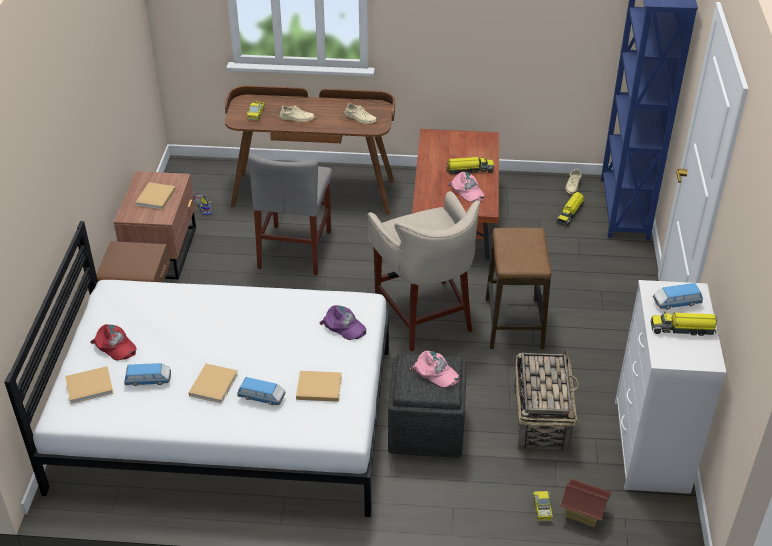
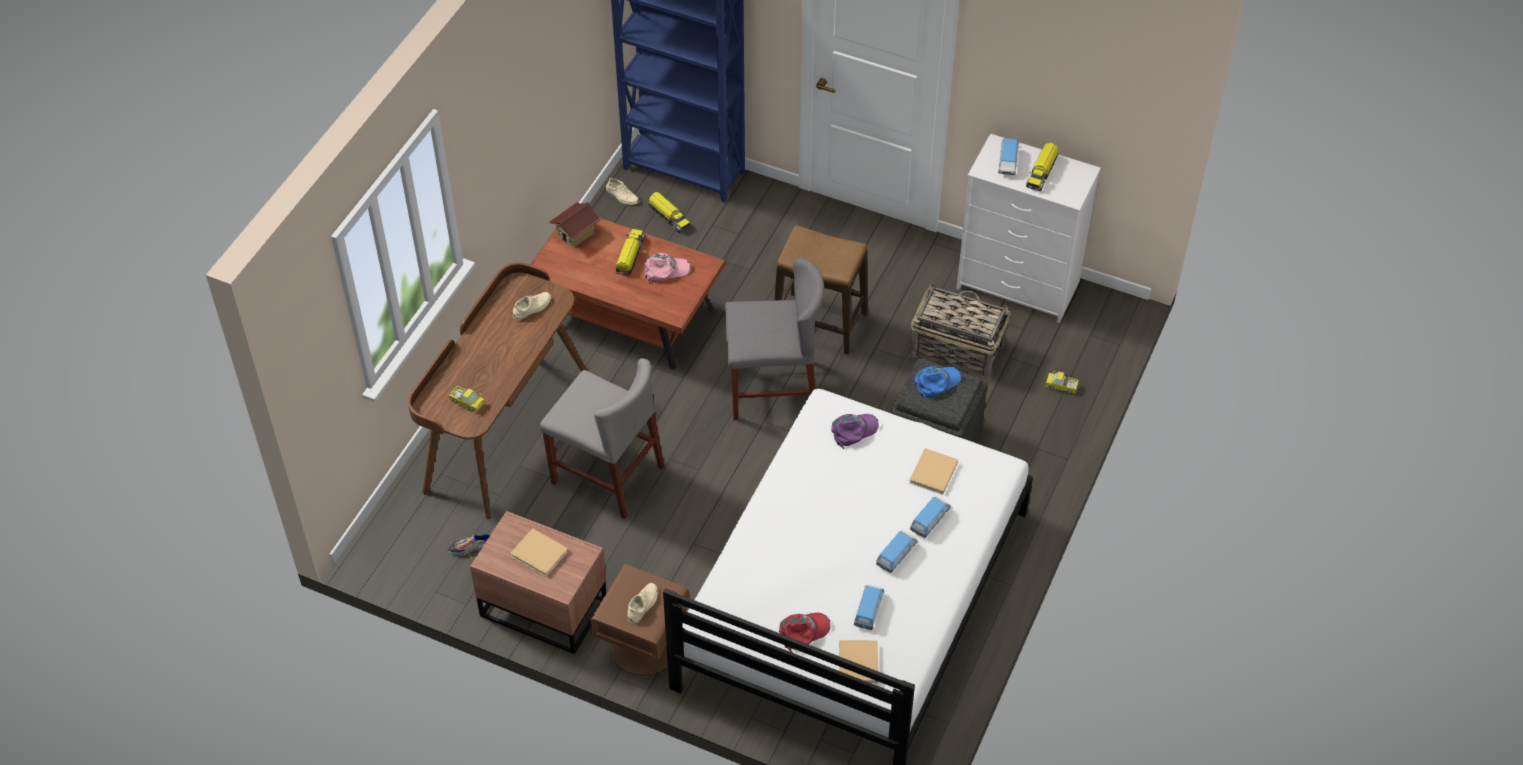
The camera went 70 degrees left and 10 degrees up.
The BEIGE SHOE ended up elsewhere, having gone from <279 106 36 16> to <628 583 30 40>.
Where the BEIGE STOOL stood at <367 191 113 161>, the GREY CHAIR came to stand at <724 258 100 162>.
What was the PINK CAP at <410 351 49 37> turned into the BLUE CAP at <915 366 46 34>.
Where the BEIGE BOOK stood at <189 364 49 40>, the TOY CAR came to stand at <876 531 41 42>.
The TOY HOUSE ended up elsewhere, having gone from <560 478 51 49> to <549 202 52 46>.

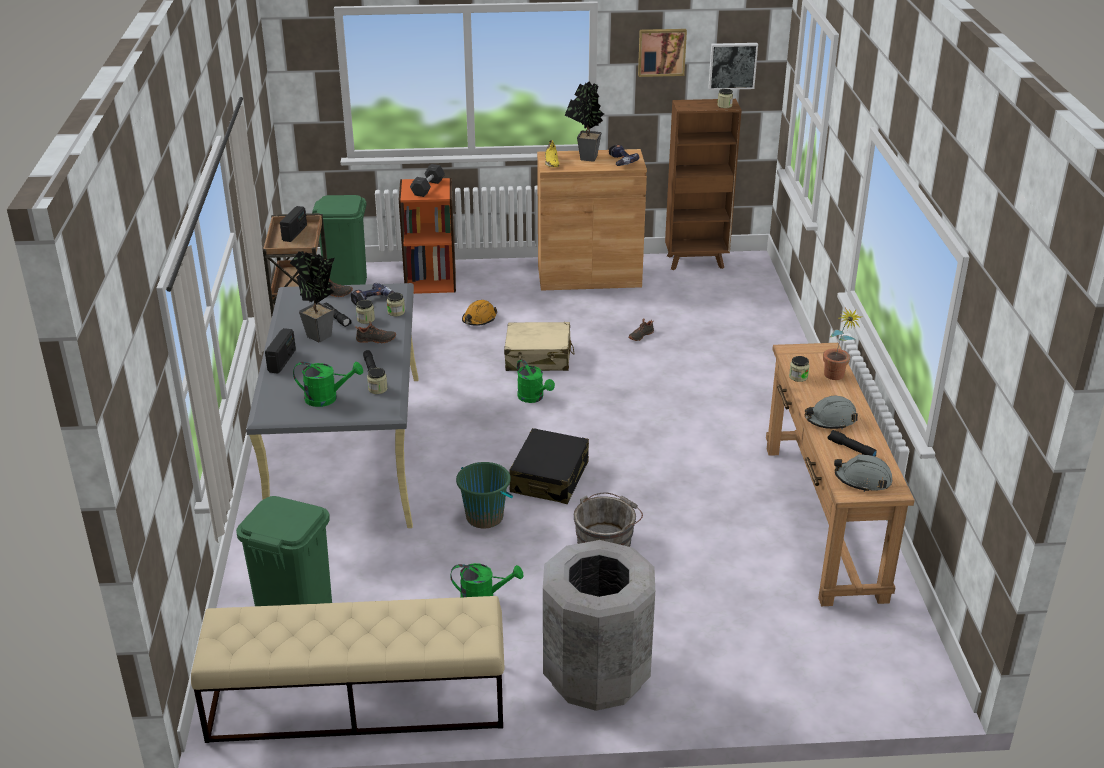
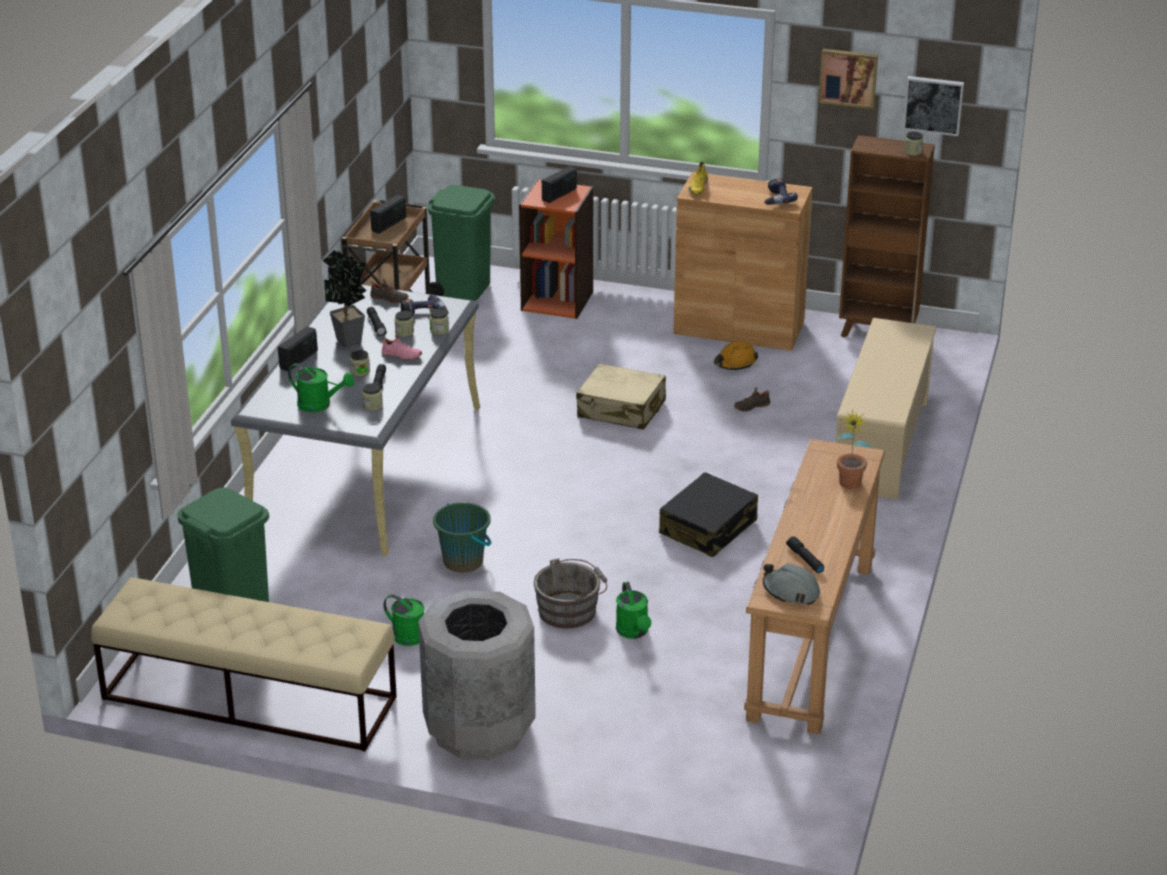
The camera went 20 degrees right and 0 degrees up.
The second view lost the POTTED PLANT at <565 82 39 80>.
Where the GREY DUMBBELL stood at <410 164 35 33>, the RADIO came to stand at <542 166 35 37>.
The ORANGE HARD HAT ended up elsewhere, having gone from <462 300 35 26> to <714 341 44 29>.
What was the BLACK SHOE at <355 321 41 22> turned into the PINK SHOE at <382 335 40 25>.
The JAR ended up elsewhere, having gone from <789 356 21 26> to <350 350 20 27>.
The GREEN WATERING CAN ended up elsewhere, having gone from <517 360 38 43> to <616 582 35 57>.
The second view lost the GREY HARD HAT at <805 396 53 34>.
The BLACK SUITCASE ended up elsewhere, having gone from <509 428 80 76> to <659 472 99 85>.
The second view gained the BEIGE SHOE RACK at <836 318 101 182>.

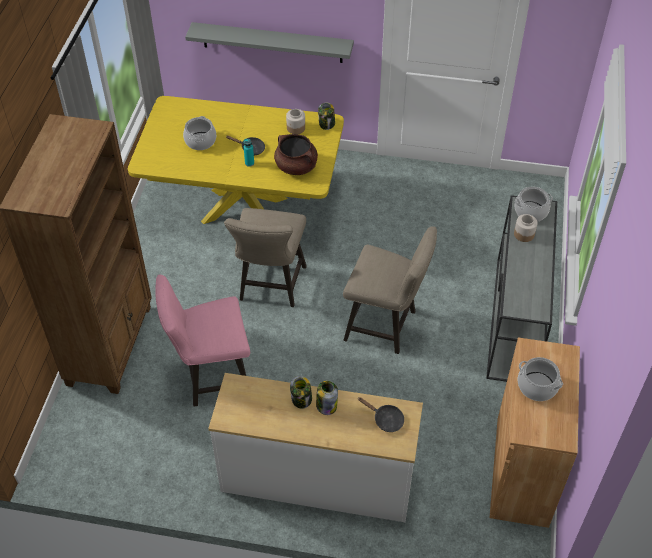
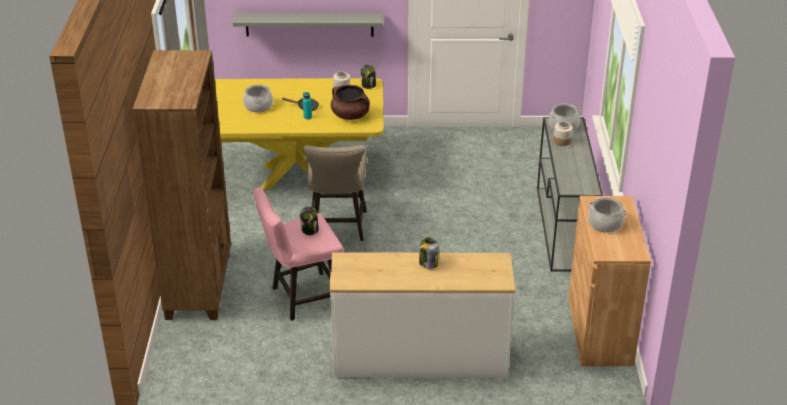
The camera went 10 degrees left and 15 degrees down.
The second view lost the BEIGE STOOL at <343 226 94 128>.
The JAR ended up elsewhere, having gone from <290 376 22 33> to <300 207 19 28>.
The second view lost the BLACK FRYING PAN at <358 397 46 35>.

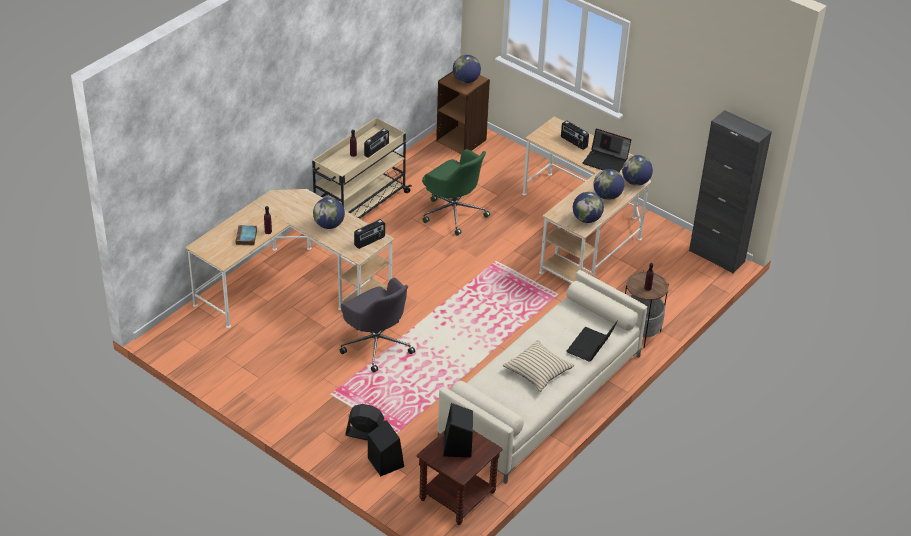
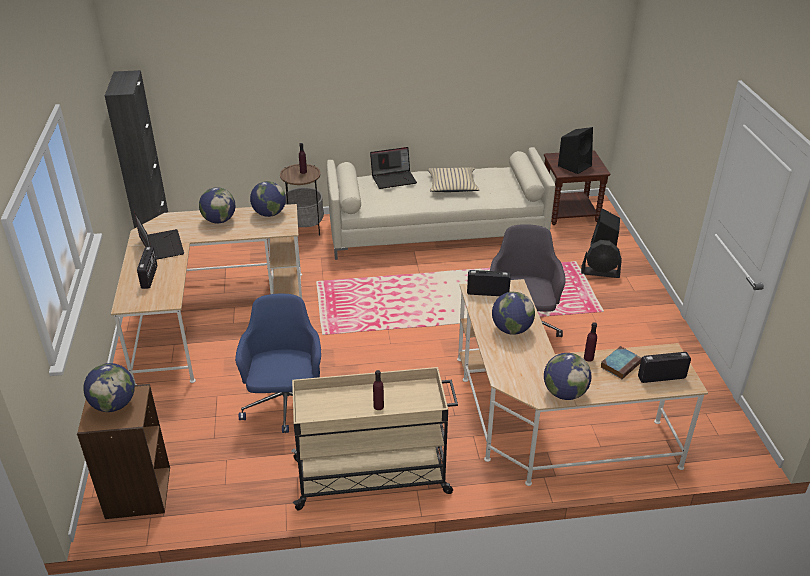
The camera went 135 degrees left and 5 degrees down.
The RADIO ended up elsewhere, having gone from <364 128 25 29> to <638 352 53 31>.
What was the GREEN OFFICE CHAIR at <422 149 68 87> turned into the BLUE OFFICE CHAIR at <235 294 86 139>.
The GLOBE ended up elsewhere, having gone from <622 155 31 31> to <544 353 47 47>.
The BLACK FAN at <345 404 40 36> ended up facing another way, 45 degrees counterclockwise from before.

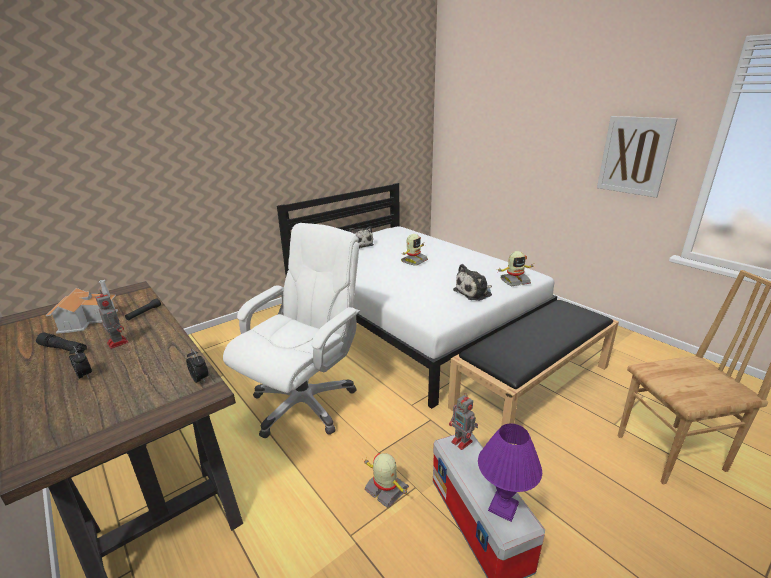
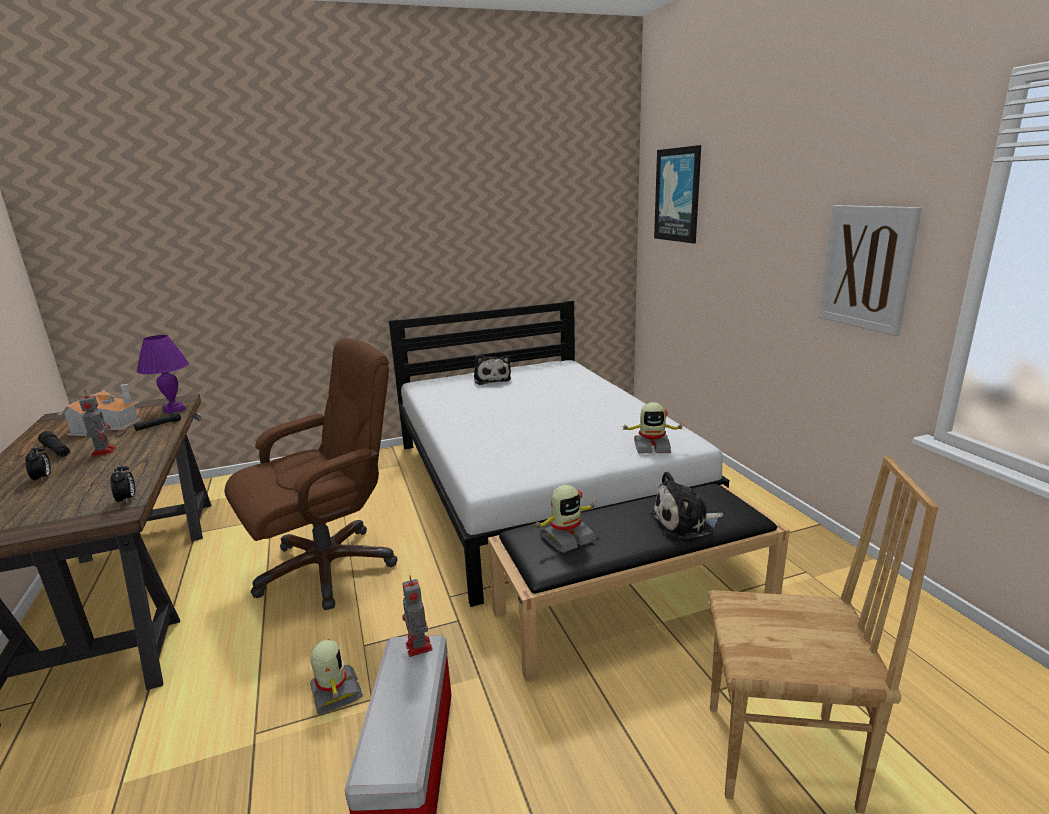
The camera went 20 degrees right and 5 degrees down.
What was the WHITE OFFICE CHAIR at <223 223 137 216> turned into the BROWN OFFICE CHAIR at <224 338 173 272>.
The TOY ROBOT ended up elsewhere, having gone from <401 234 27 31> to <532 485 66 68>.
The PLUSH TOY ended up elsewhere, having gone from <453 264 39 37> to <651 471 72 68>.
The PURPLE TABLE LAMP ended up elsewhere, having gone from <478 423 64 99> to <137 335 52 79>.
The second view gained the PICTURE at <654 145 47 98>.

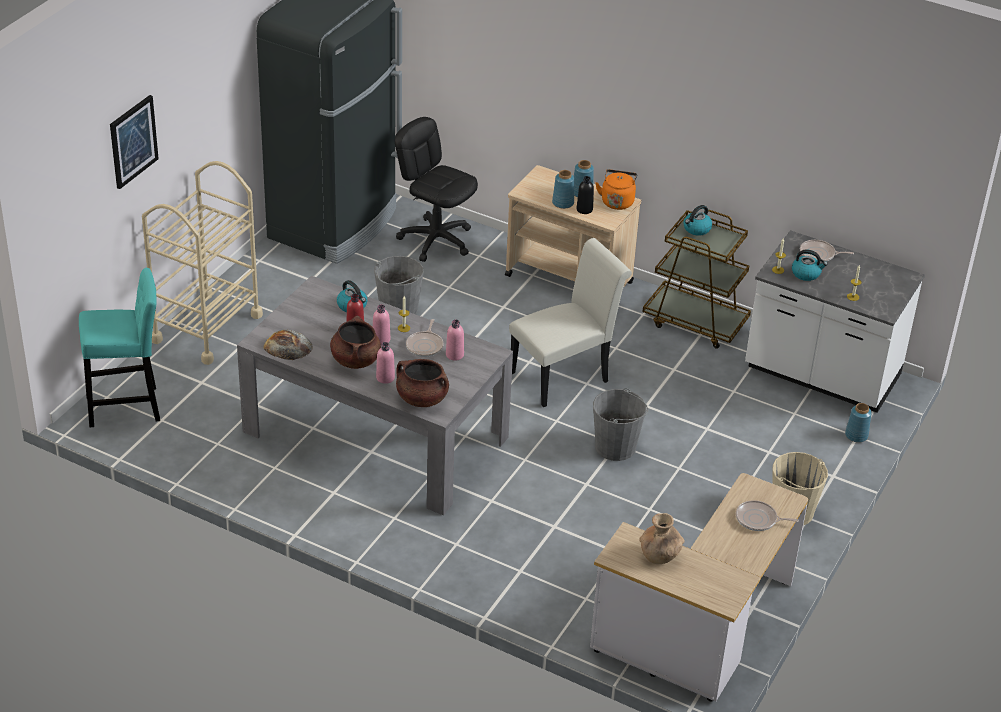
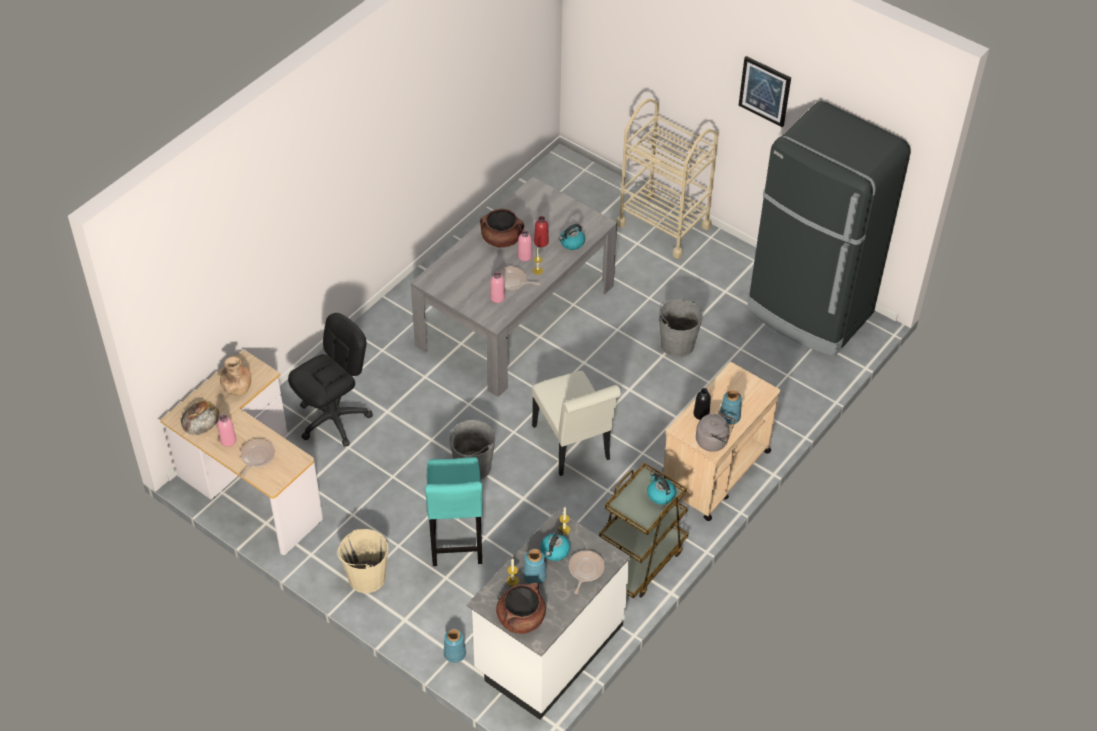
The camera went 100 degrees right and 10 degrees up.
The PICTURE ended up elsewhere, having gone from <110 95 49 94> to <738 56 53 71>.
The BLACK OFFICE CHAIR ended up elsewhere, having gone from <395 117 83 145> to <288 313 85 134>.
What was the ORANGE KETTLE at <595 169 43 41> turned into the GREY KETTLE at <696 411 39 41>.
The BLUE VASE ended up elsewhere, having gone from <552 170 22 39> to <523 549 24 36>.
The TURQUOISE STOOL ended up elsewhere, having gone from <79 267 81 161> to <425 457 58 109>.
The BREAD ended up elsewhere, having gone from <264 330 49 30> to <181 401 38 34>.
The PINK BOTTLE ended up elsewhere, having gone from <376 342 19 42> to <217 414 19 33>.
The BROWN COOKING POT ended up elsewhere, having gone from <396 359 53 48> to <496 582 50 52>.

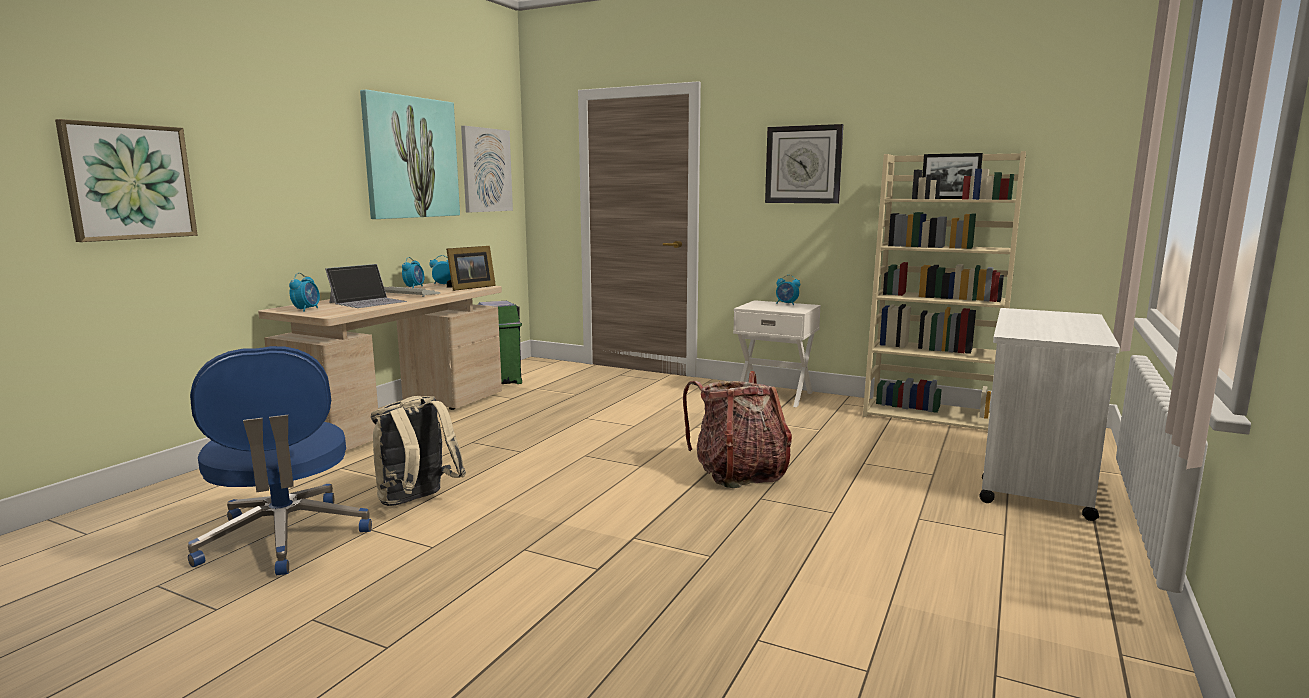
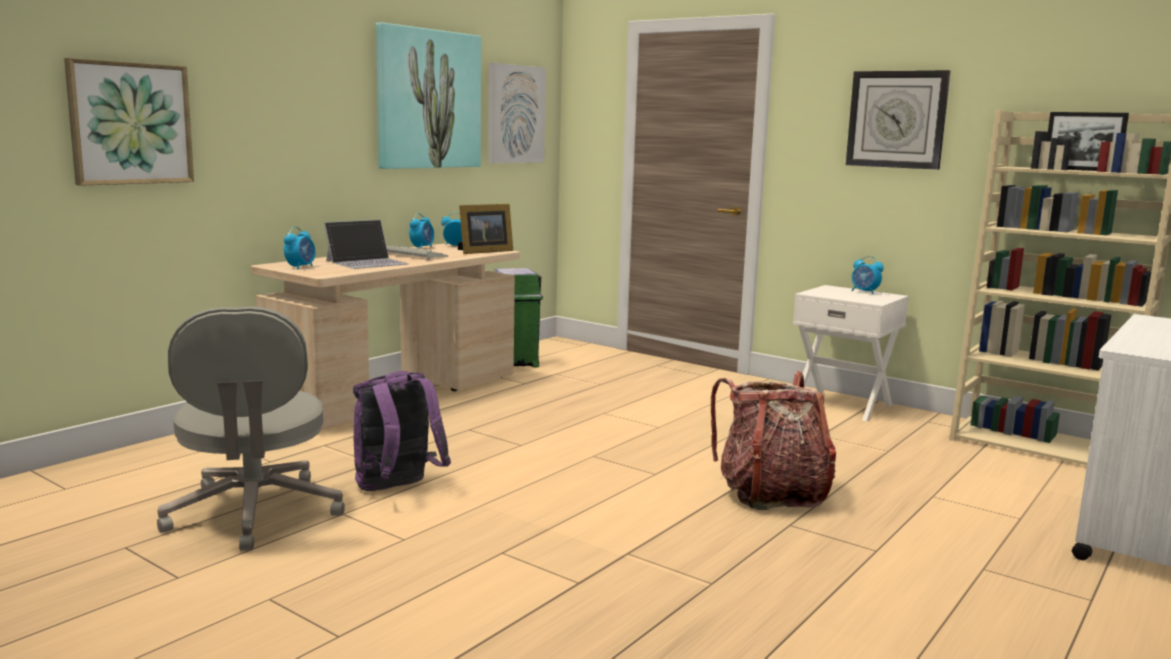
The camera went 10 degrees right and 0 degrees up.
What was the BLUE OFFICE CHAIR at <188 346 184 230> turned into the GREY OFFICE CHAIR at <157 306 188 245>.
What was the BEIGE BACKPACK at <371 396 95 110> turned into the PURPLE BACKPACK at <353 371 98 120>.

